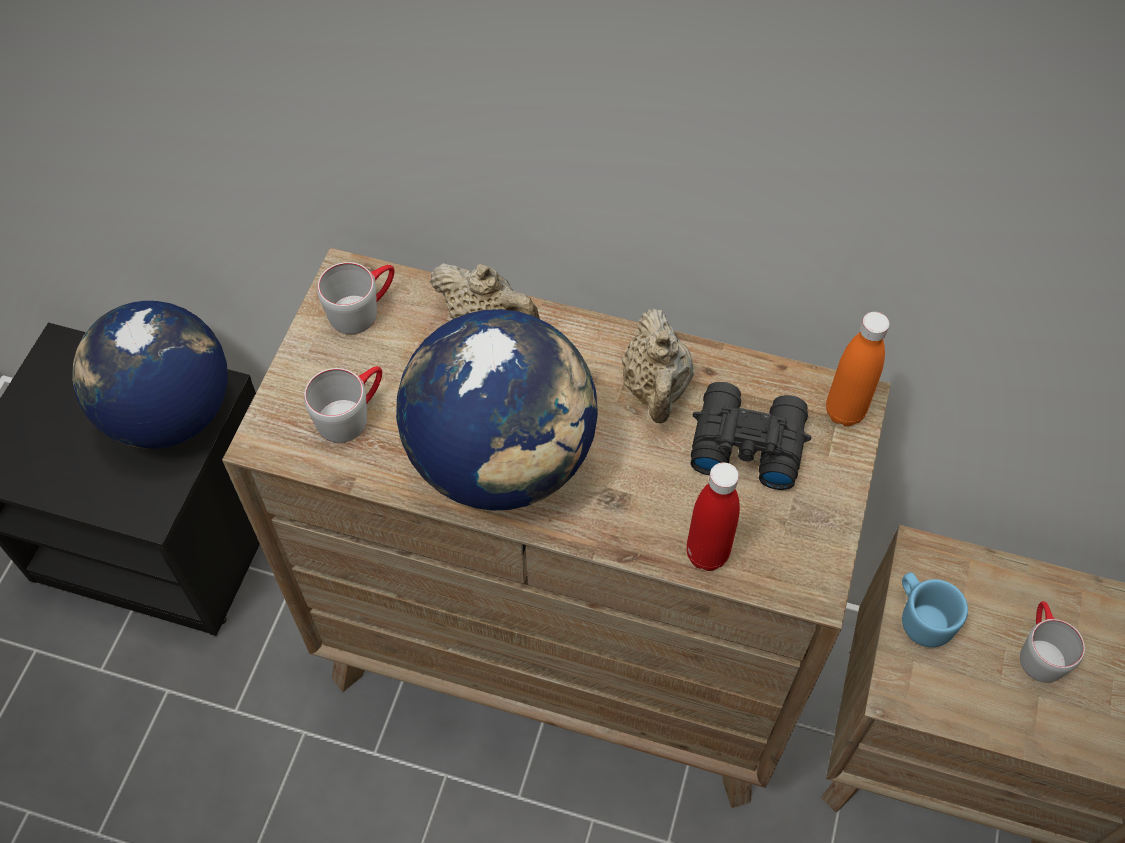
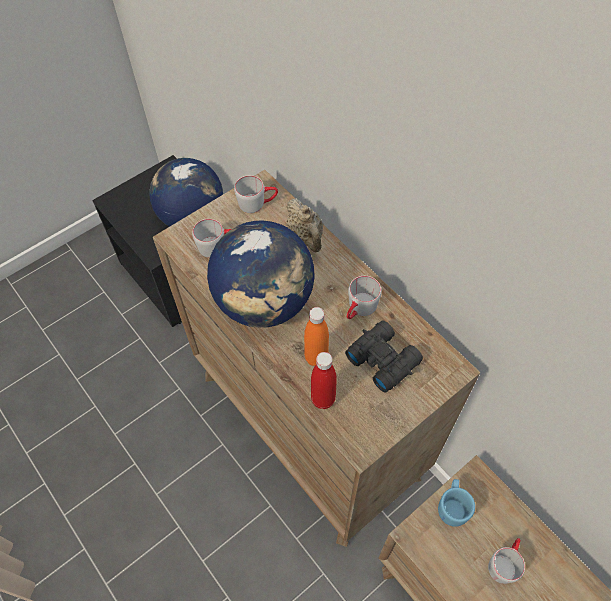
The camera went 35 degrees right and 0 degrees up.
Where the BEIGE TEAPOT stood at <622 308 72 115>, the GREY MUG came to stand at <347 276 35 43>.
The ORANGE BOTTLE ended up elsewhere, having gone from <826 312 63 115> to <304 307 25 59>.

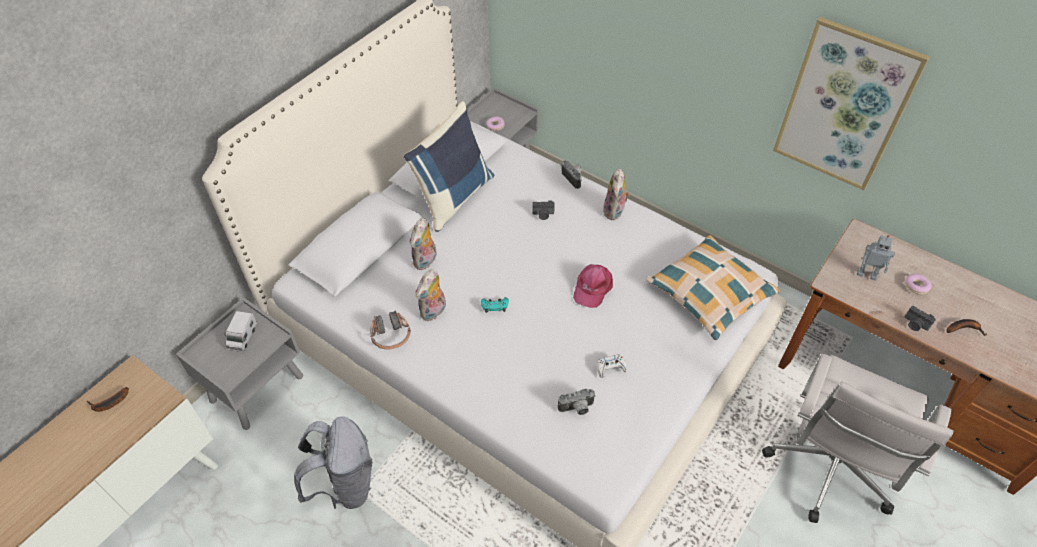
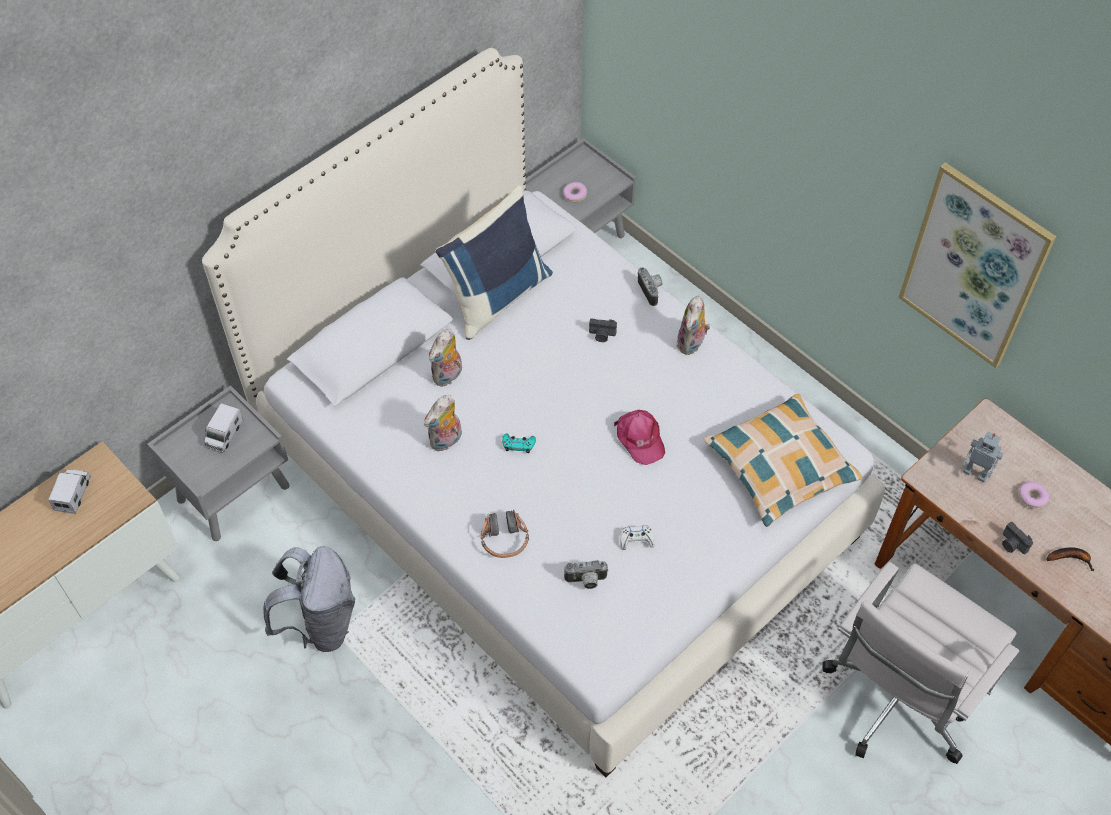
The camera went 10 degrees right and 5 degrees up.
The PINK CAP at <573 264 40 44> ended up facing another way, 60 degrees counterclockwise from before.
The HEADPHONES ended up elsewhere, having gone from <370 311 41 38> to <481 510 48 48>.
Where the BANANA stood at <87 387 42 25>, the TOY TRUCK came to stand at <48 469 43 45>.

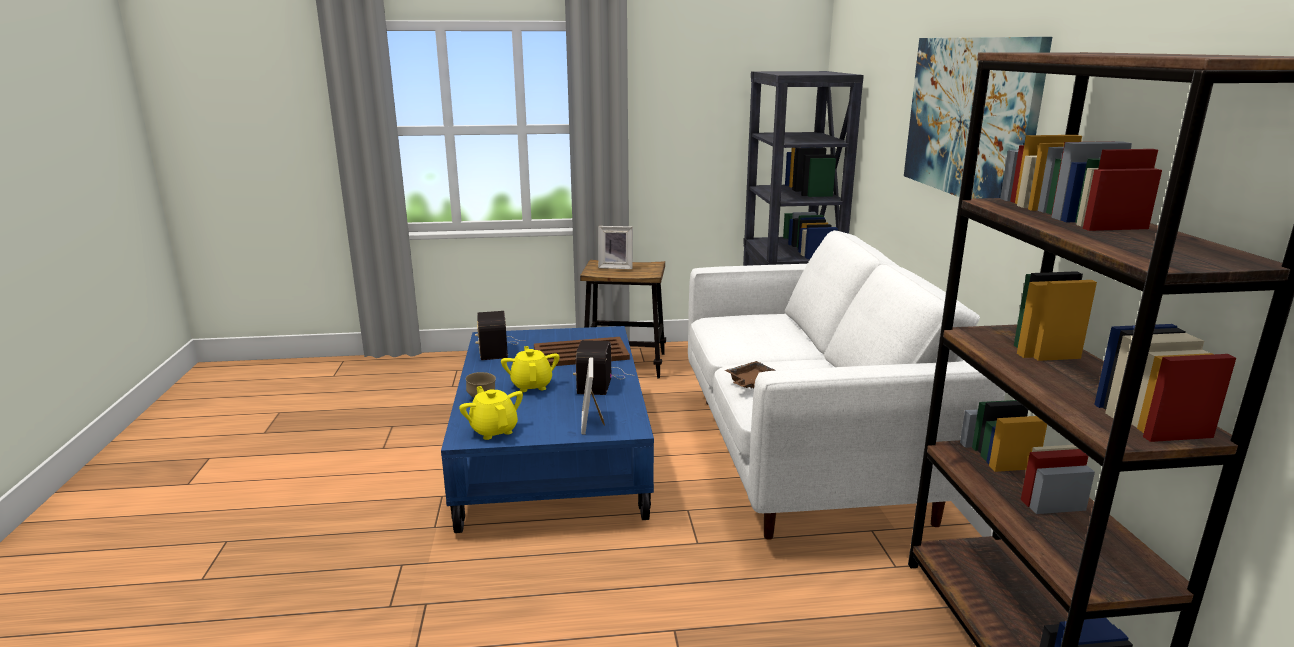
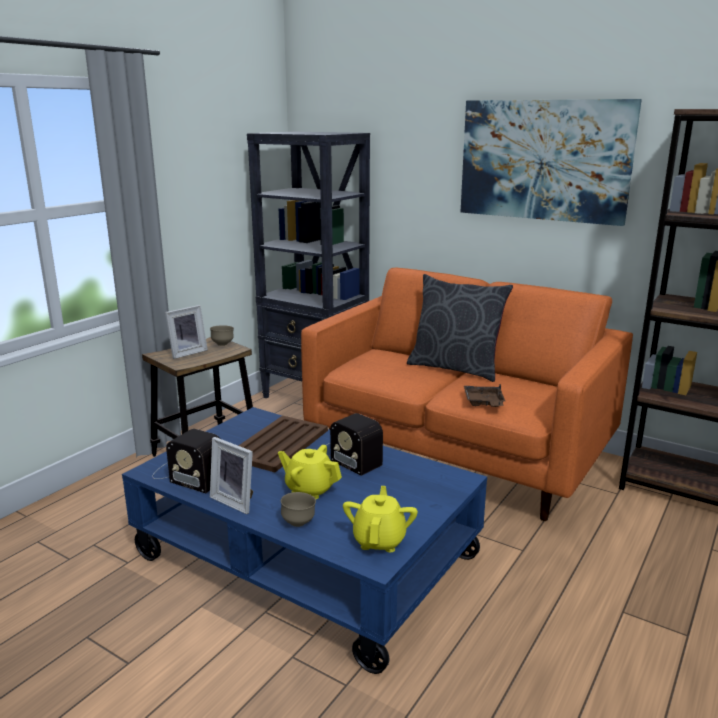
The camera went 50 degrees left and 0 degrees up.
What was the WHITE SOFA at <688 230 317 310> turned into the ORANGE SOFA at <301 268 332 253>.
The PICTURE FRAME ended up elsewhere, having gone from <581 357 24 78> to <210 437 43 77>.
The YELLOW TEAPOT at <459 386 64 54> ended up facing another way, 90 degrees clockwise from before.
The second view gained the GREY PILLOW at <407 274 106 108>.
The second view gained the BROWN BOWL at <210 325 24 21>.

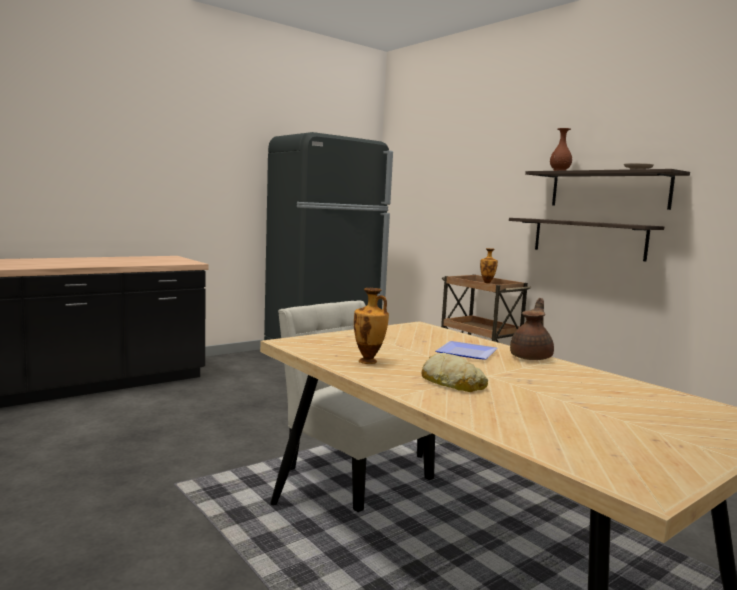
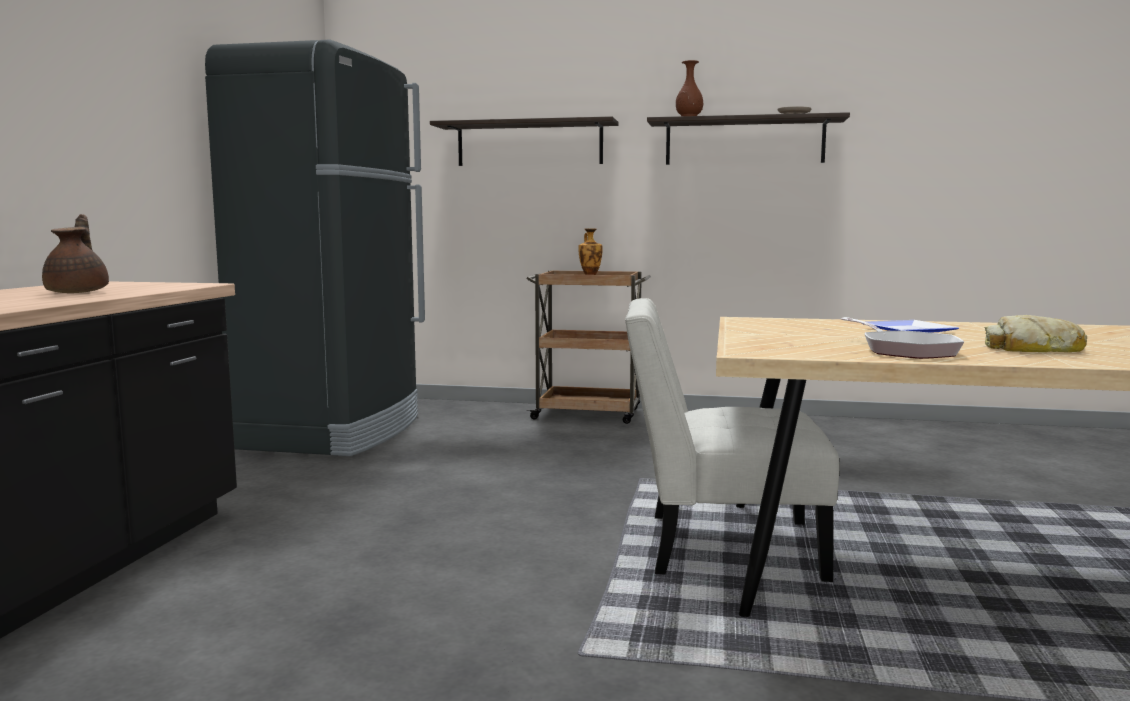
The camera went 40 degrees left and 0 degrees up.
The SHELF ended up elsewhere, having gone from <509 218 155 44> to <430 116 189 50>.
Where the VASE stood at <354 288 35 76>, the FRYING PAN came to stand at <841 317 123 42>.
The BROWN TEAPOT ended up elsewhere, having gone from <510 298 44 62> to <42 214 67 79>.

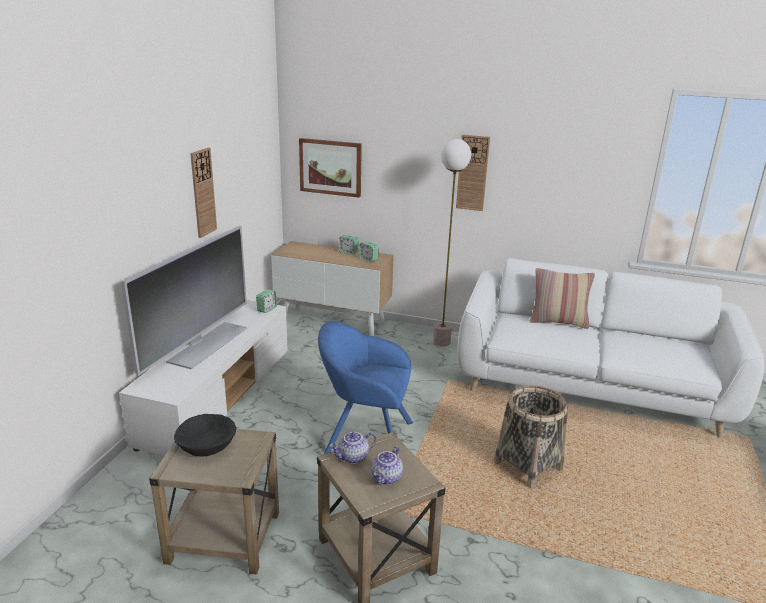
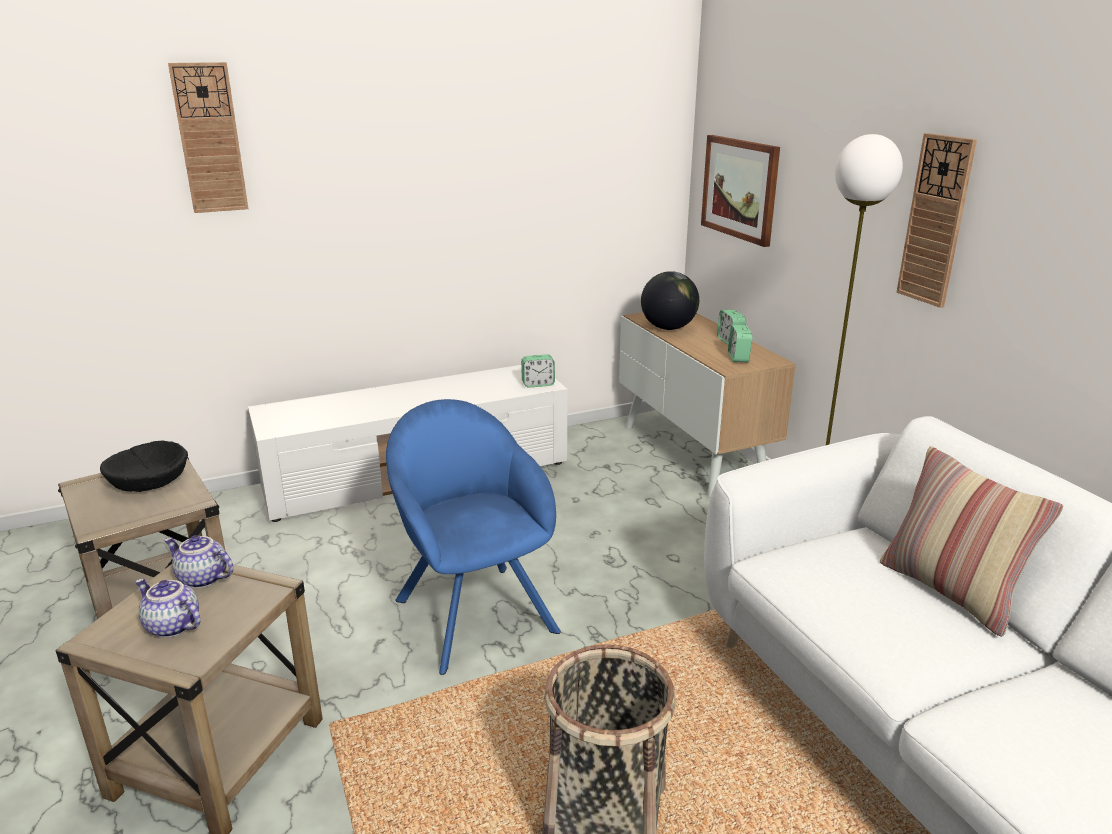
The camera went 50 degrees right and 0 degrees up.
The WALL CLOCK ended up elsewhere, having gone from <190 148 27 90> to <168 62 80 151>.
The second view lost the TELEVISION at <121 225 126 151>.
The TEAPOT at <371 446 32 39> ended up facing another way, 45 degrees clockwise from before.
The second view gained the GLOBE at <641 271 58 59>.

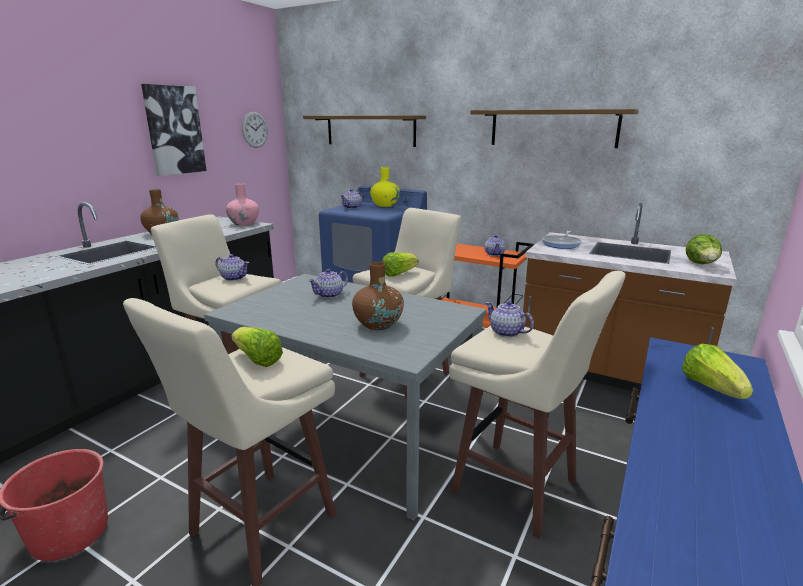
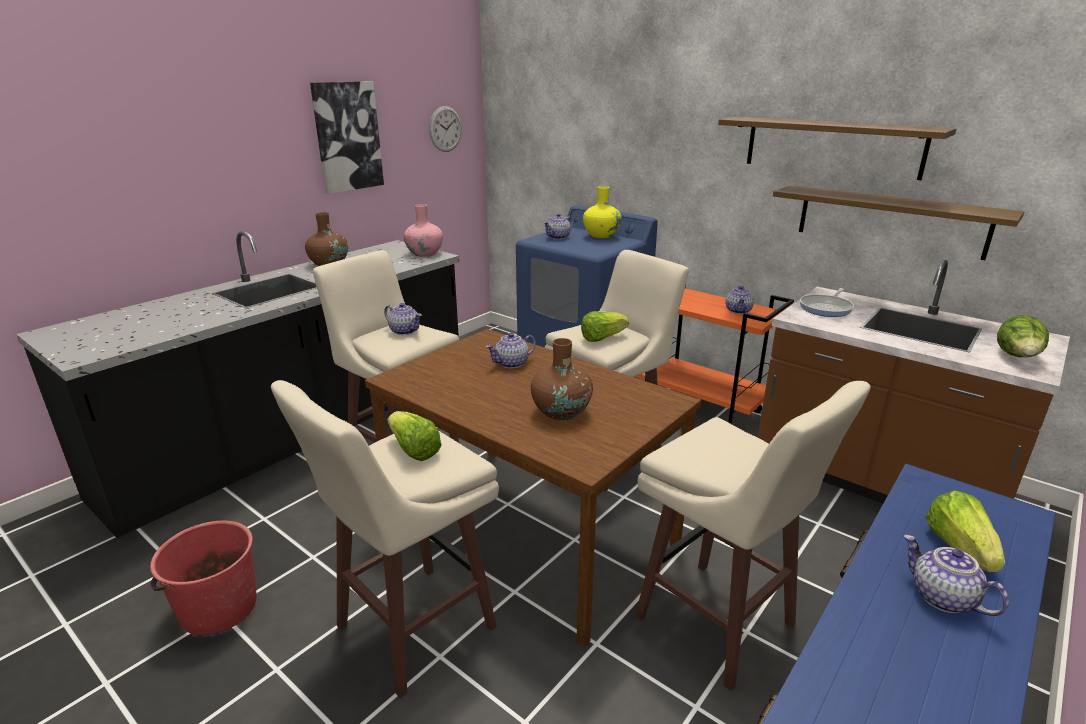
The camera went 10 degrees right and 5 degrees up.
The SHELF ended up elsewhere, having gone from <303 115 123 32> to <773 185 251 75>.
What was the GREY DINING TABLE at <204 274 282 246> turned into the BROWN DINING TABLE at <365 329 336 317>.
The TEAPOT ended up elsewhere, having gone from <485 301 49 36> to <904 535 105 81>.

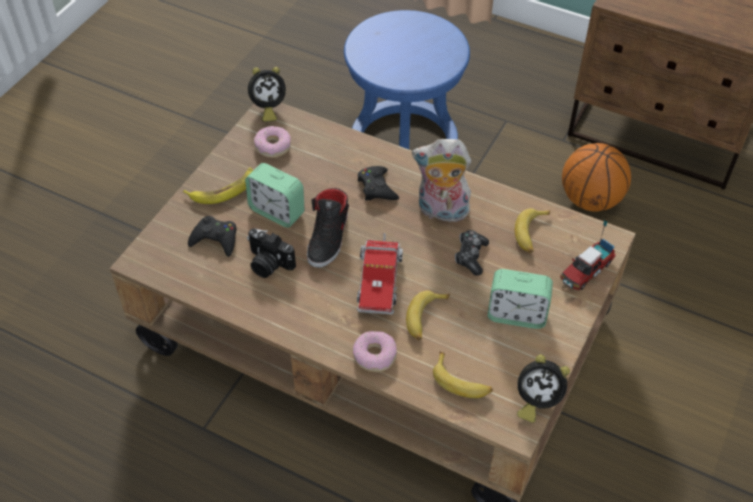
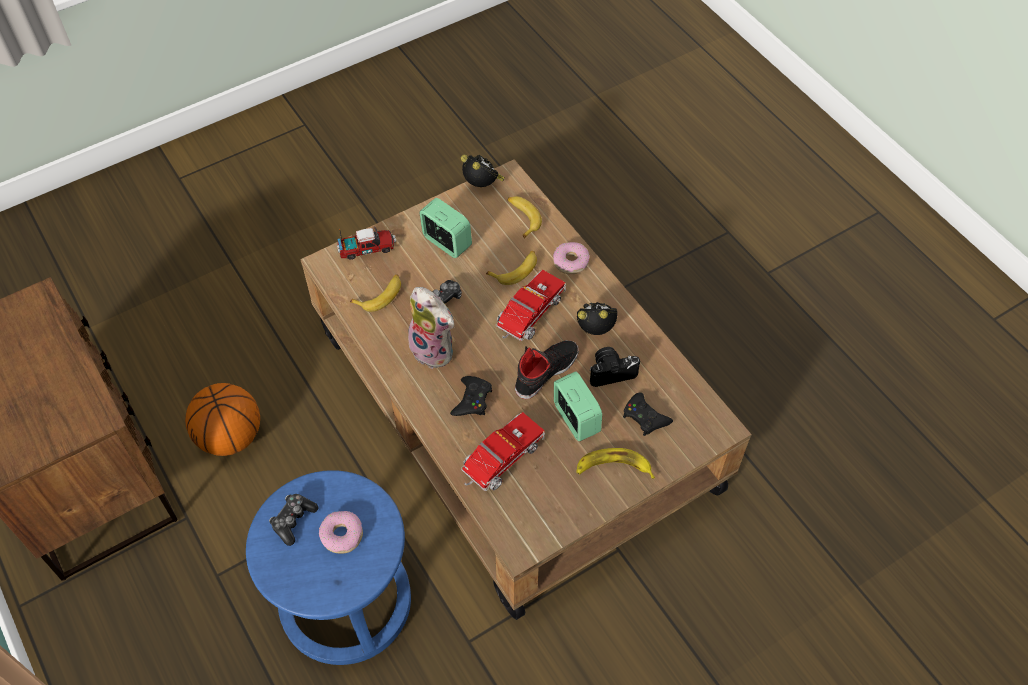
The camera went 150 degrees left and 5 degrees up.
The ALARM CLOCK ended up elsewhere, having gone from <248 67 38 55> to <577 302 41 33>.
The DONUT ended up elsewhere, having gone from <254 126 37 32> to <319 511 44 42>.
The PHOTO CAMERA at <247 228 49 50> ended up facing another way, 75 degrees counterclockwise from before.
The second view gained the TOY TRUCK at <461 412 84 79>.
The second view gained the GAME CONTROLLER at <269 494 49 52>.

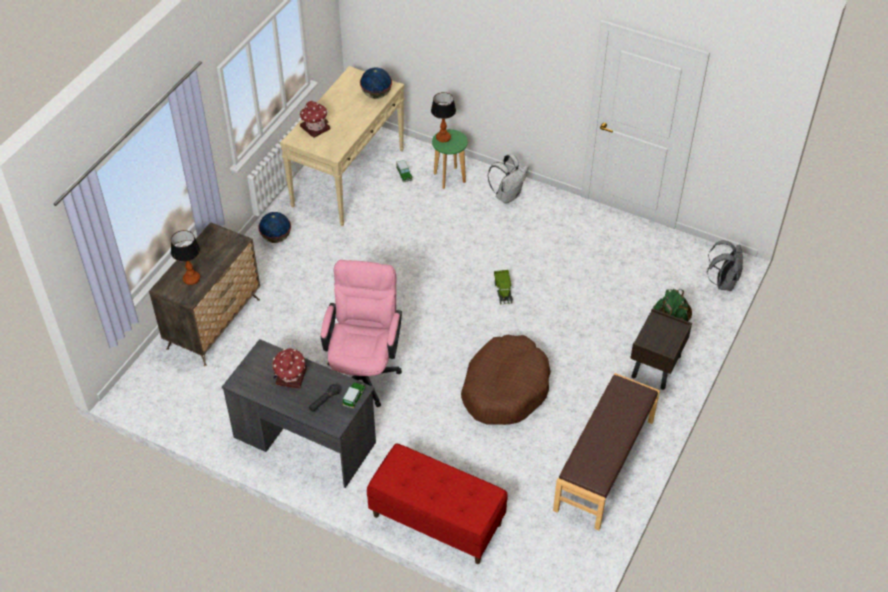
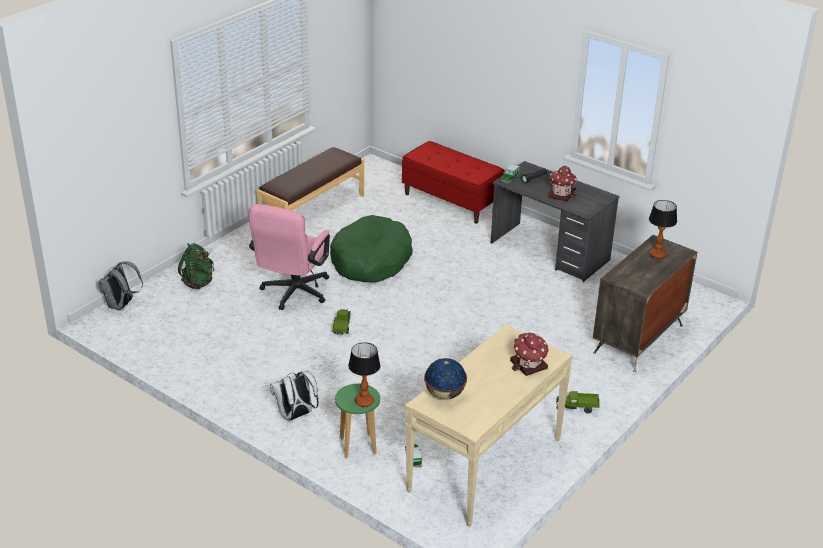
The camera went 170 degrees left and 15 degrees down.
Where the GLOBE stood at <258 212 33 31>, the TOY TRUCK came to stand at <556 391 44 23>.
The PINK OFFICE CHAIR ended up elsewhere, having gone from <321 260 81 147> to <248 204 82 106>.
The second view lost the BROWN NIGHTSTAND at <630 308 62 82>.
What was the BROWN DOG BED at <461 335 90 90> turned into the GREEN DOG BED at <330 215 83 68>.

